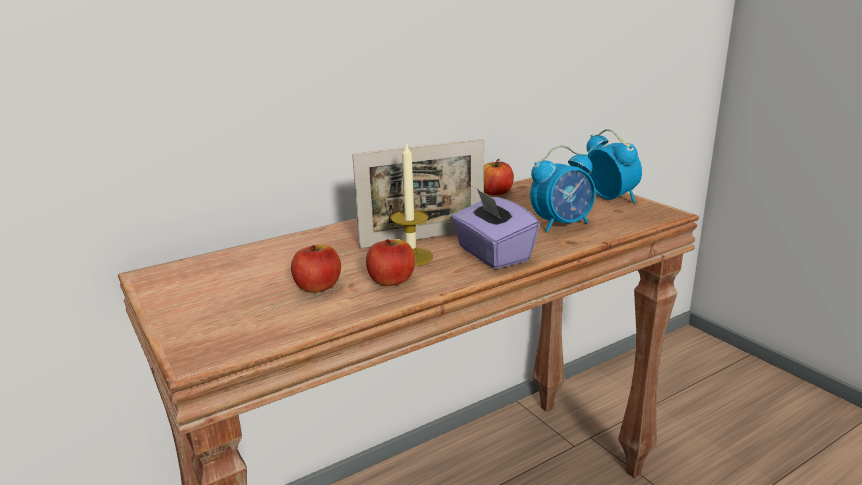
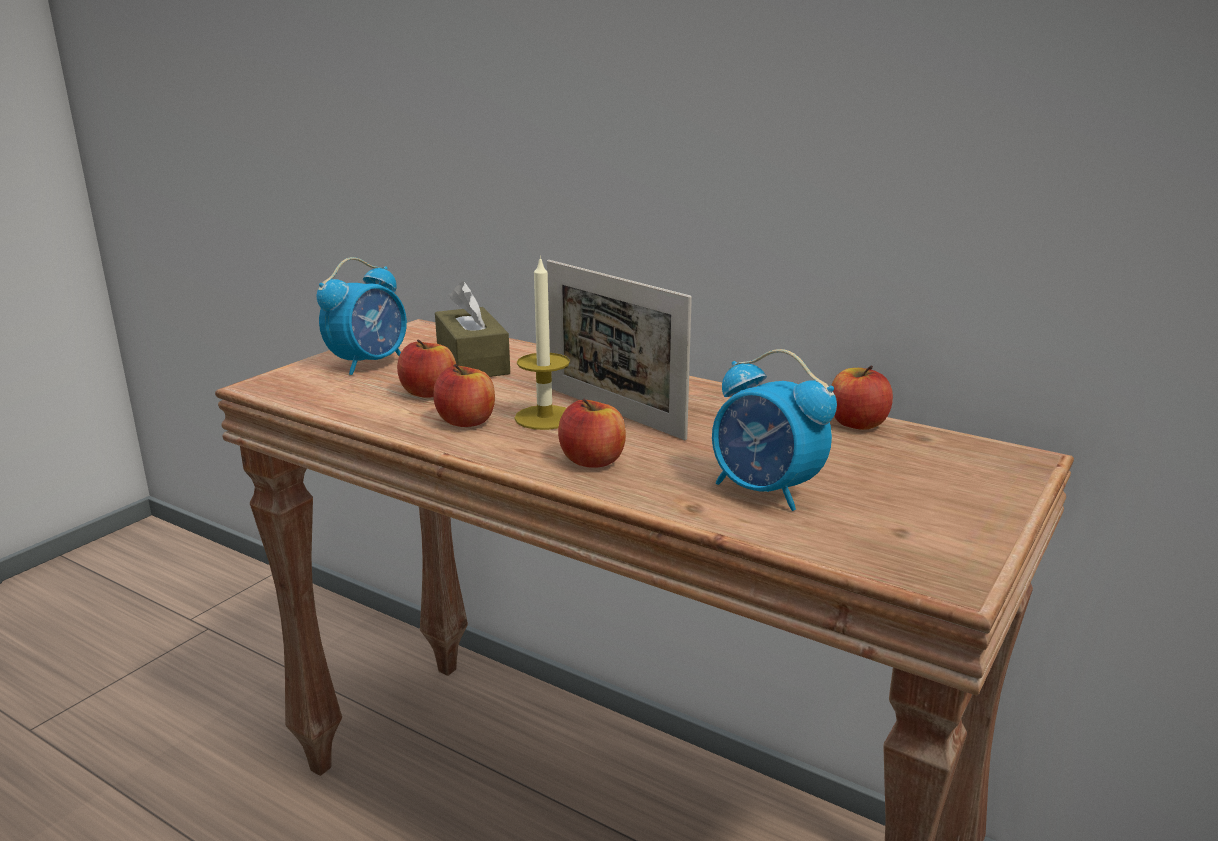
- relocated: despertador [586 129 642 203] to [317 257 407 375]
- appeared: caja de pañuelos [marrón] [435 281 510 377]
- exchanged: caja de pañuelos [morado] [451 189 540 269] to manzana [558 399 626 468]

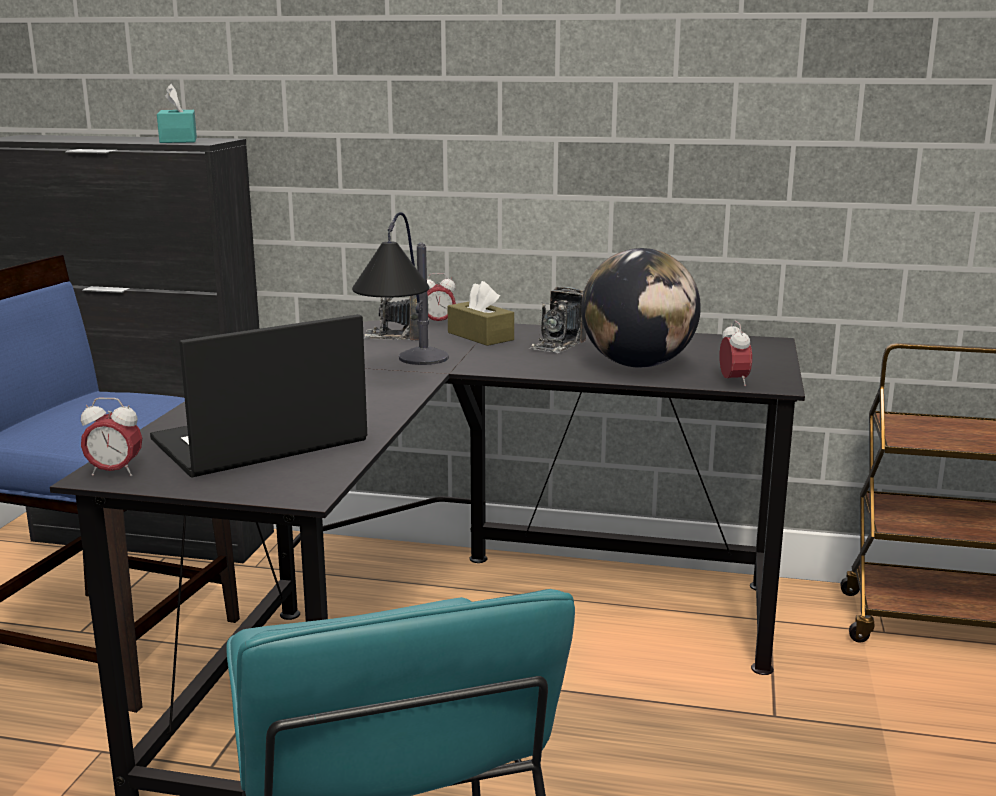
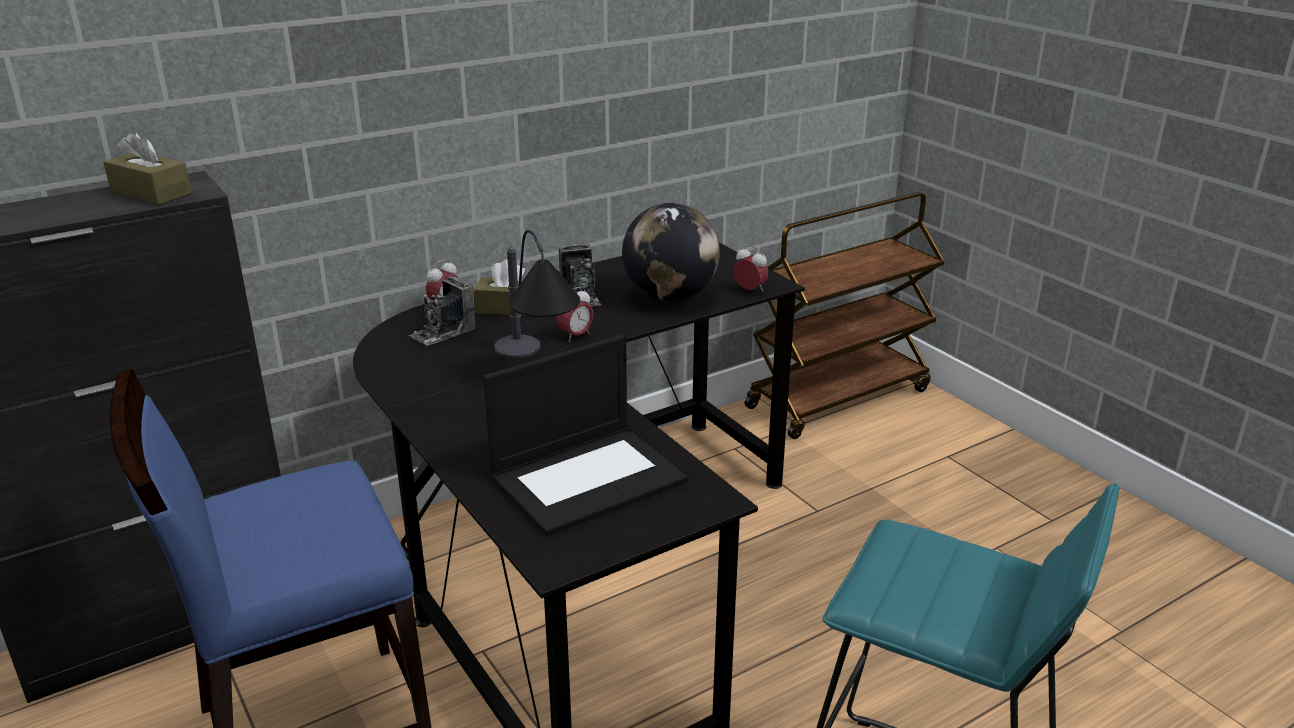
- colour: caja de pañuelos [turquesa] [157 84 197 143] to caja de pañuelos [marrón] [103 131 192 205]
- spun: portátil [150 314 367 477] = [483 335 688 536] 135 degrees counterclockwise
- relocated: despertador [81 398 142 476] to [556 287 594 342]

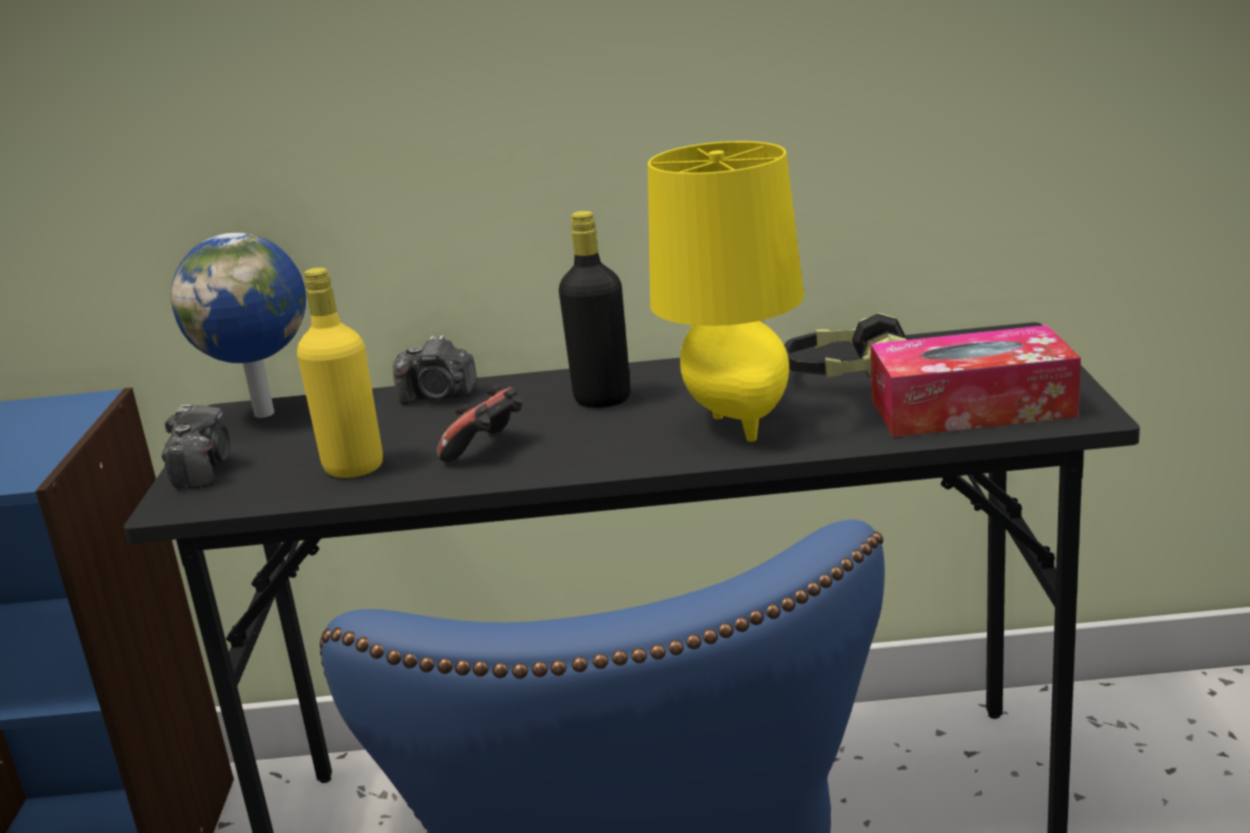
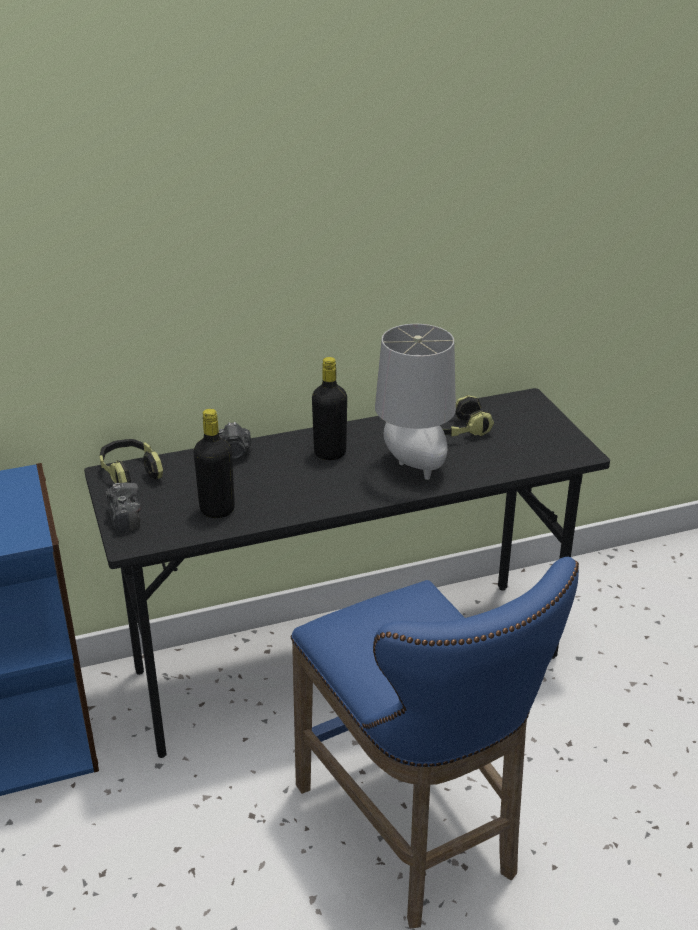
- exchanged: globo terráqueo [171 233 306 418] to auriculares [99 439 163 483]
- colour: botella [amarillo] [297 268 383 478] to botella [negro] [193 409 235 518]
- colour: lámpara de mesa [amarillo] [648 141 804 442] to lámpara de mesa [gris] [375 324 456 480]
- missing: mando de consola [437 384 523 462]
- missing: caja de pañuelos [870 325 1081 437]

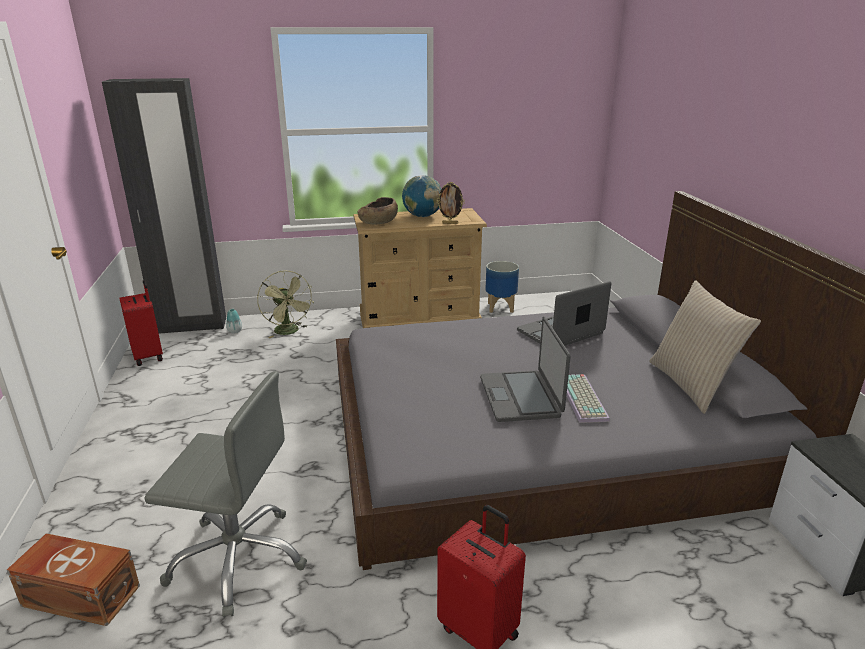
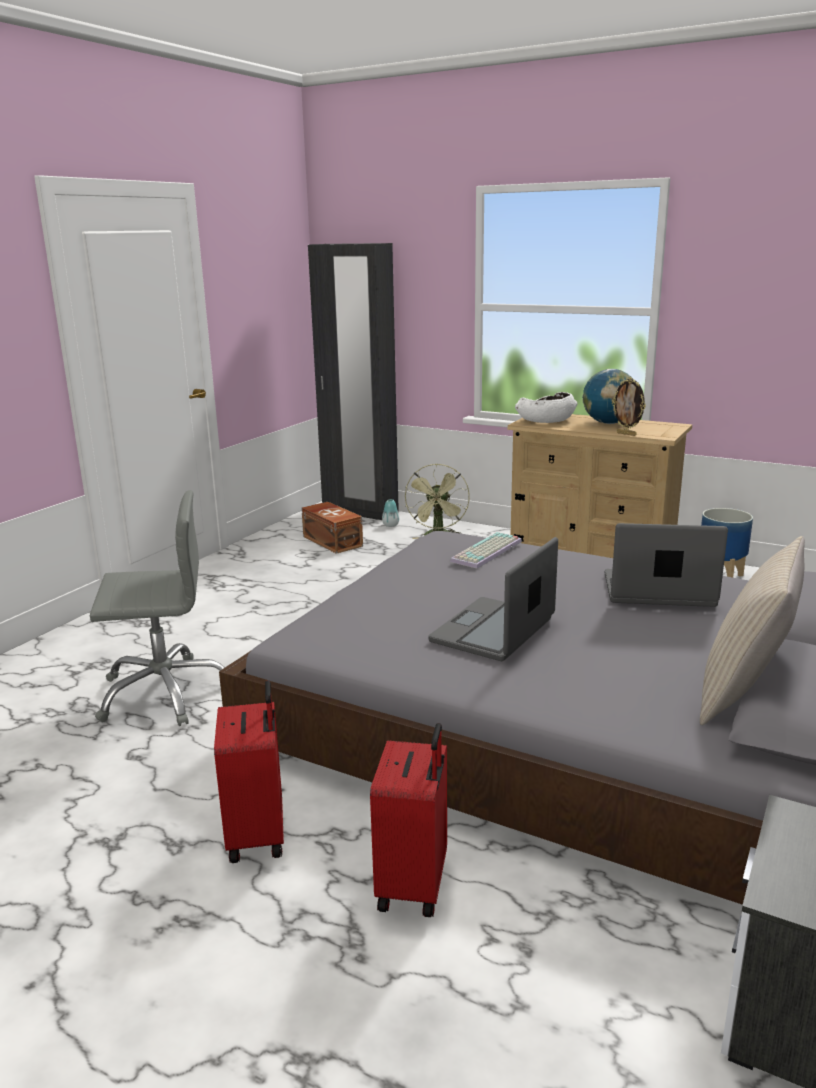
- spun: silla de oficina [gris] [144 371 307 617] = [90 490 225 726] 60 degrees counterclockwise
- relocated: caja de almacenaje [marrón] [7 533 140 626] to [302 502 363 554]
- relocated: maleta [rojo] [119 280 163 366] to [370 723 447 917]
- relocated: teclado [566 374 610 423] to [450 532 522 569]
- colour: cuenco [marrón] [358 197 398 224] to cuenco [blanco] [515 392 578 423]

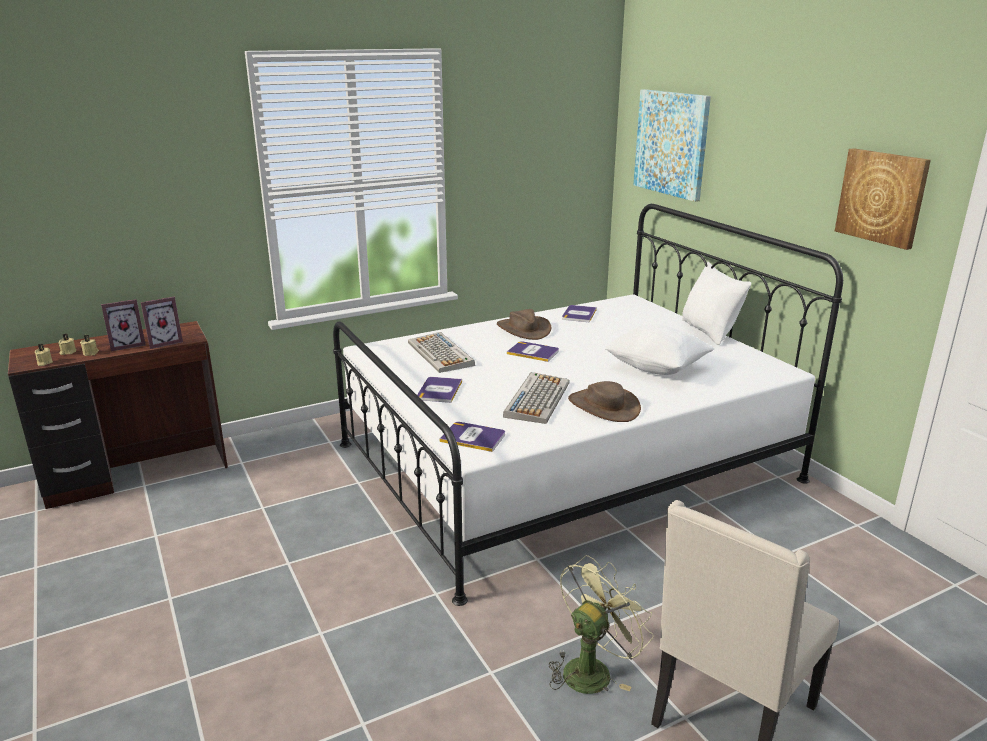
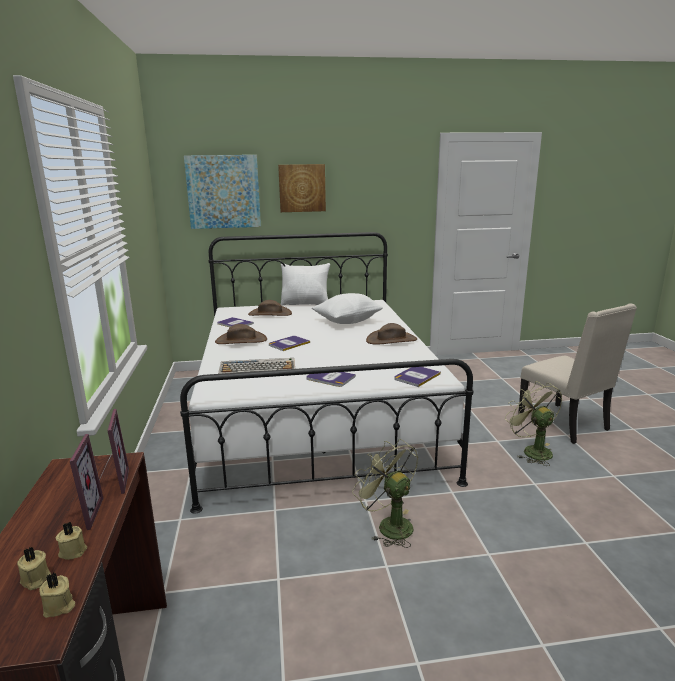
- appeared: sombrero [marrón] [248 300 292 316]
- relocated: cuadro [835 148 931 250] to [278 164 326 212]
- appeared: ventilador [verde] [352 439 418 548]
- missing: teclado [503 372 570 424]

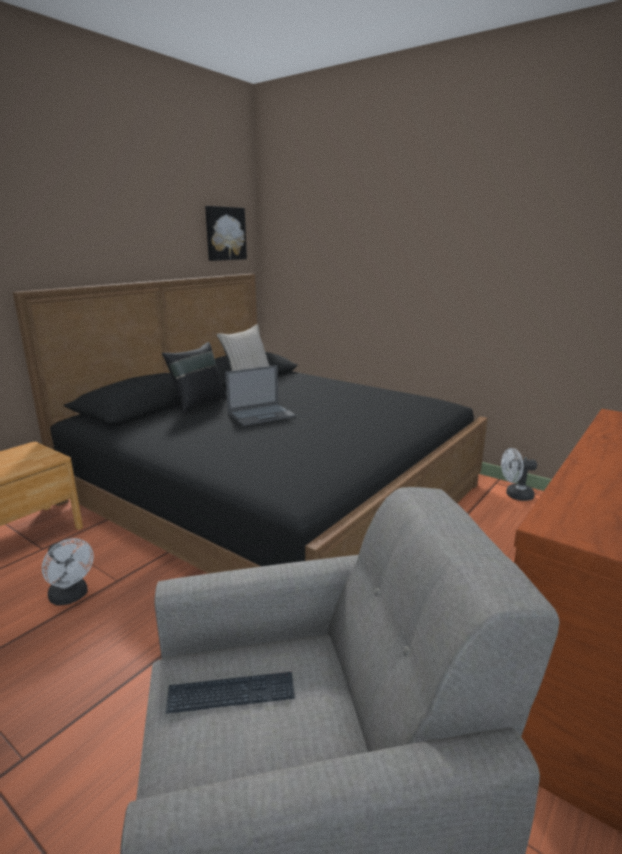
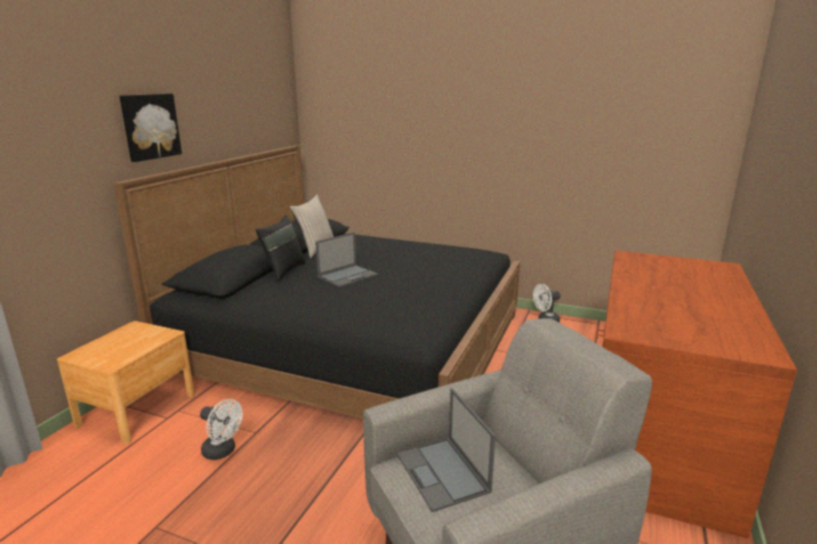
- relocated: cuadro [205 206 247 261] to [120 94 182 162]
- exchanged: teclado [166 672 295 714] to portátil [397 388 496 512]

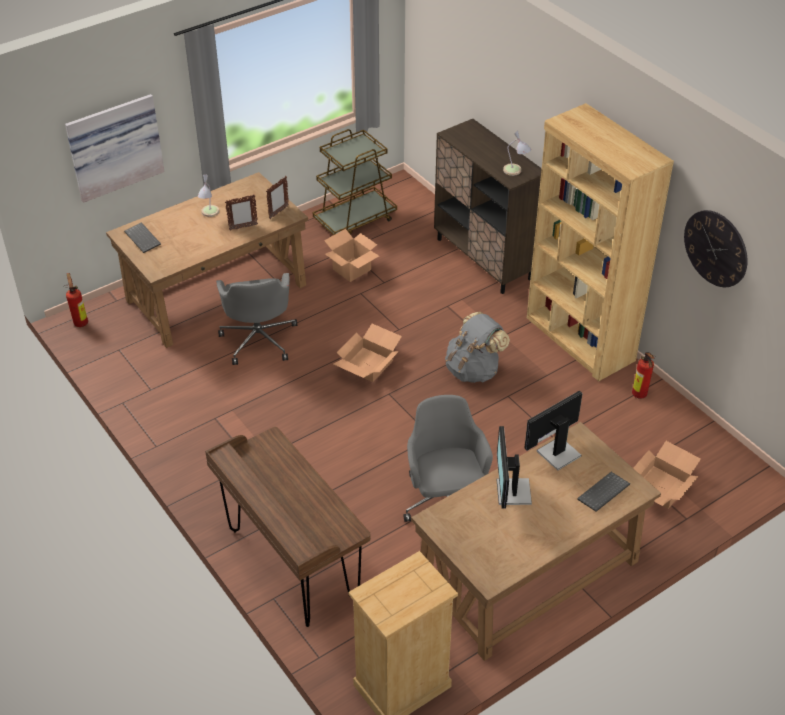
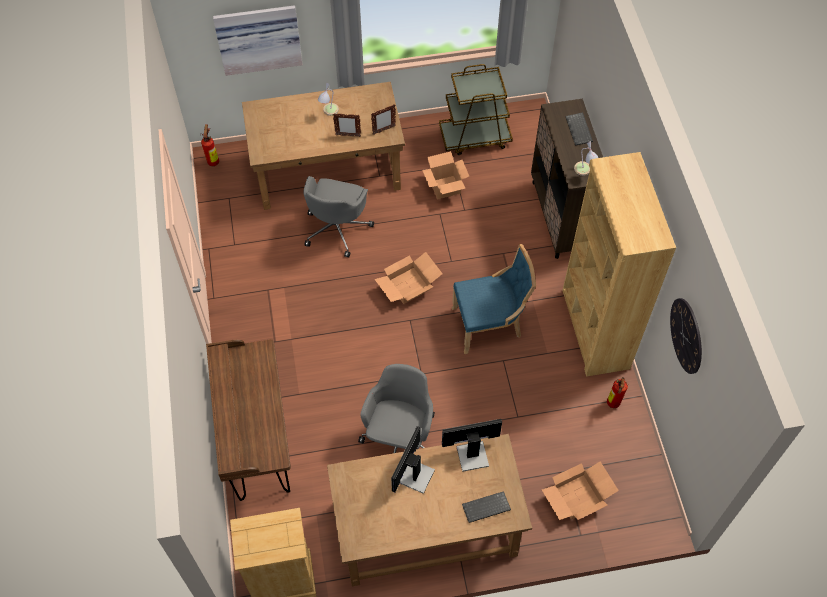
- exchanged: mochila [gris] [445 312 510 383] to silla [azul] [452 244 536 354]
- relocated: teclado [124 222 161 253] to [566 112 593 146]

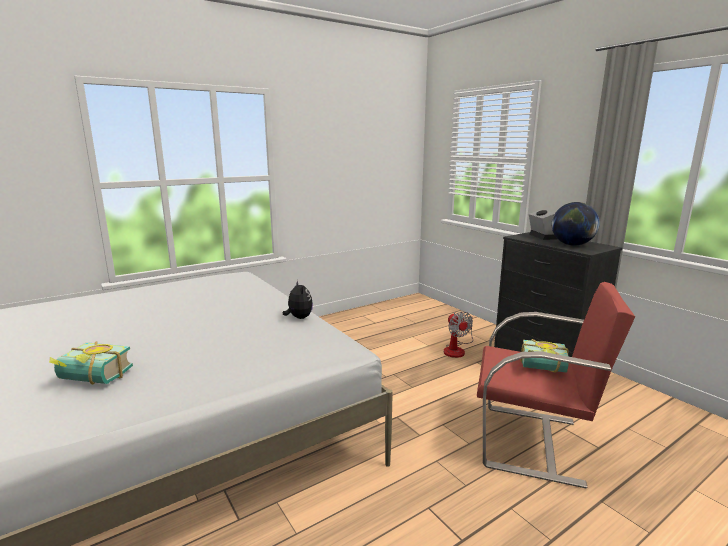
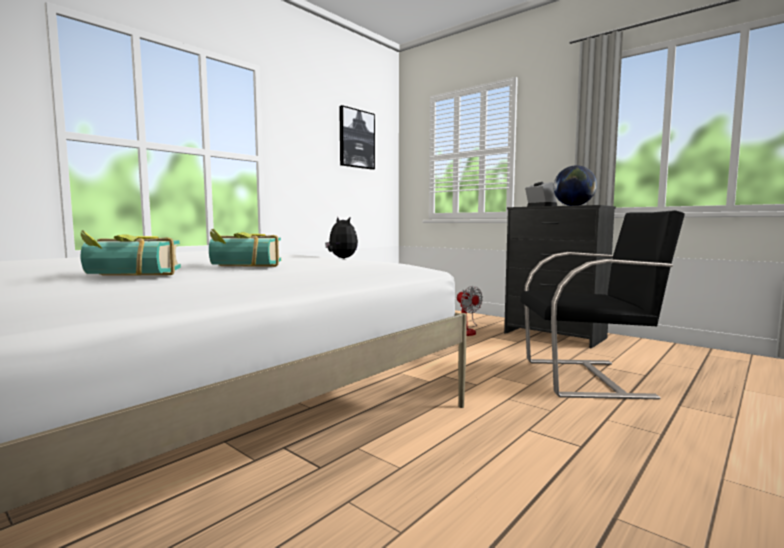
- relocated: libro [520 339 569 373] to [209 229 281 267]
- appeared: cuadro [339 105 375 170]
- colour: sillón [rojo] [477 282 635 488] to sillón [negro] [520 210 685 399]

